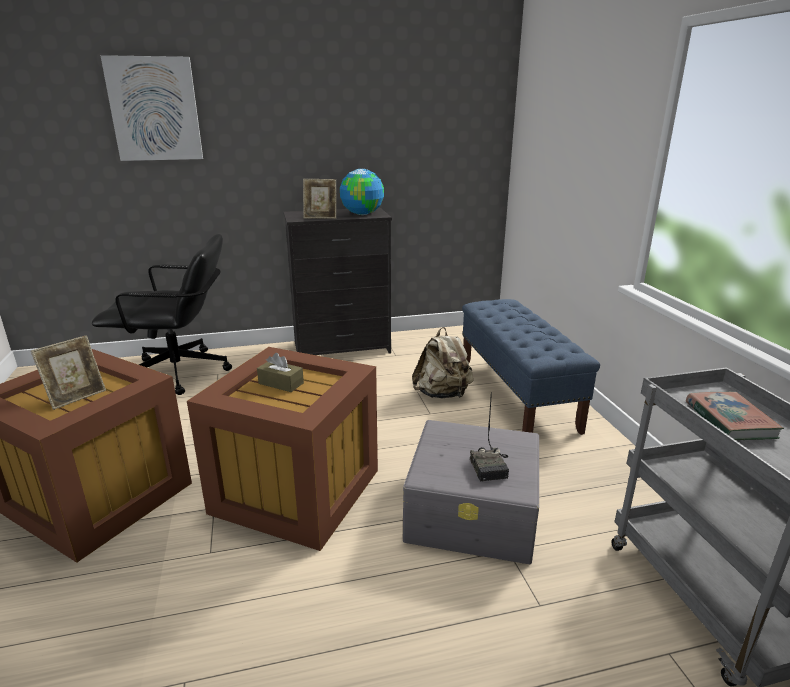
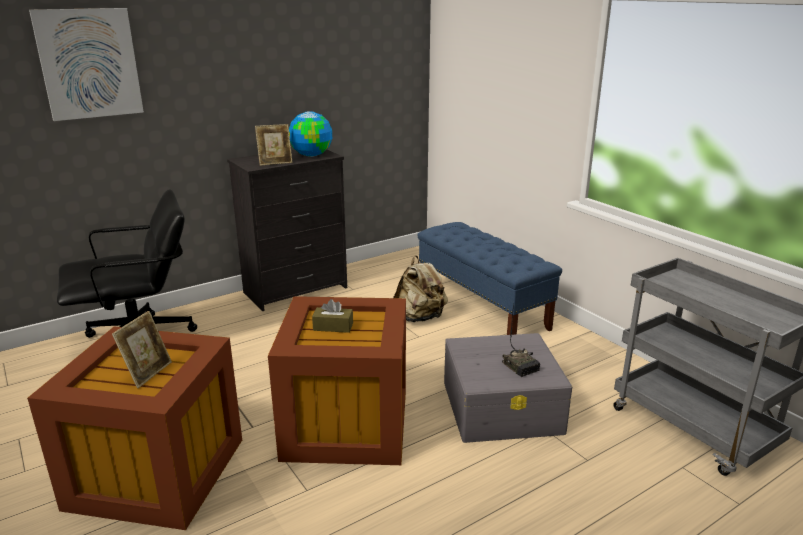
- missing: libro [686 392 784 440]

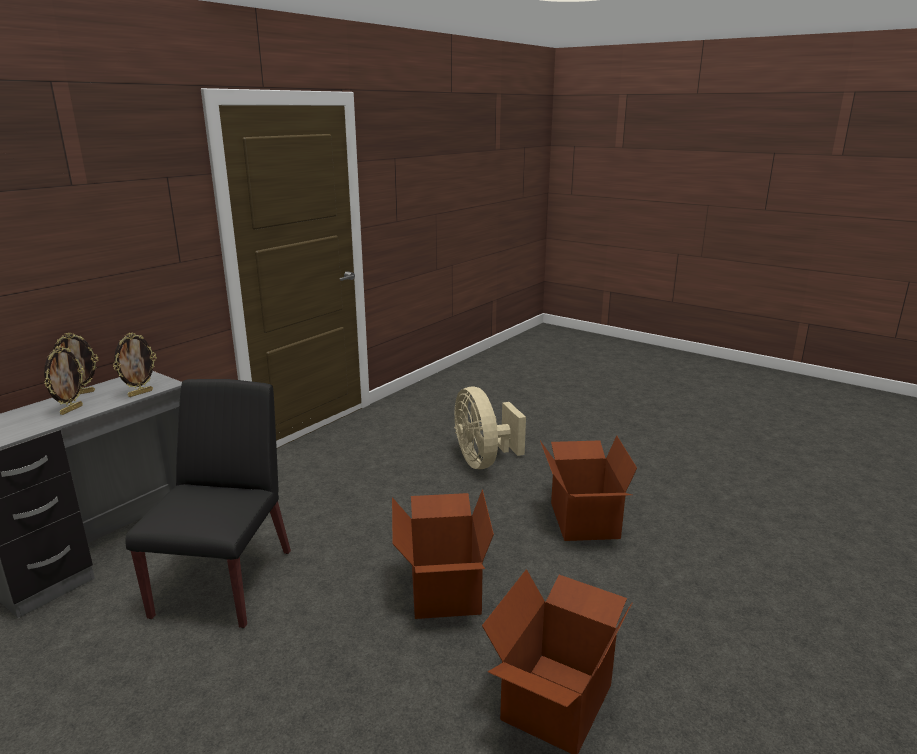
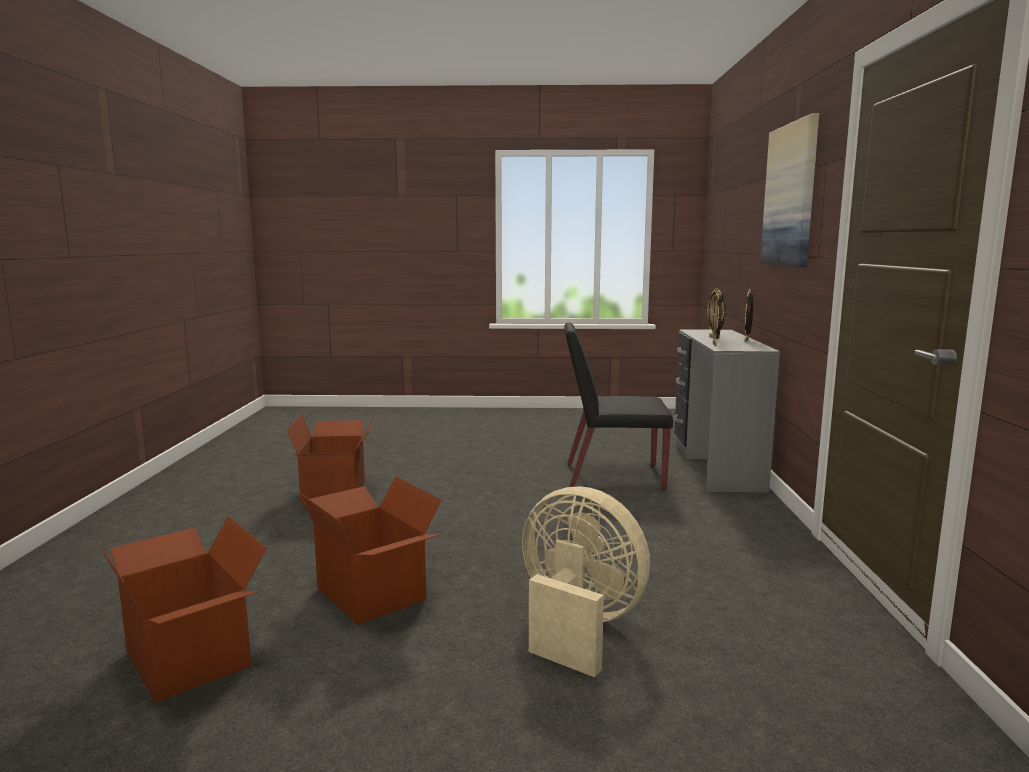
- relocated: caja de cartón [392 489 494 619] to [98 516 267 703]
- spun: silla [negro] [125 379 291 628] = [564 322 673 490] 120 degrees clockwise
- appeared: cuadro [760 113 819 267]

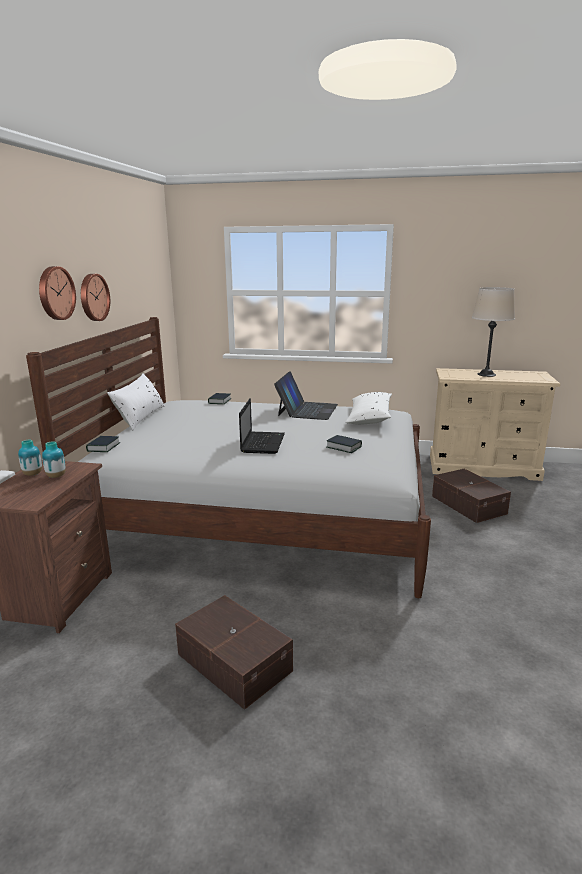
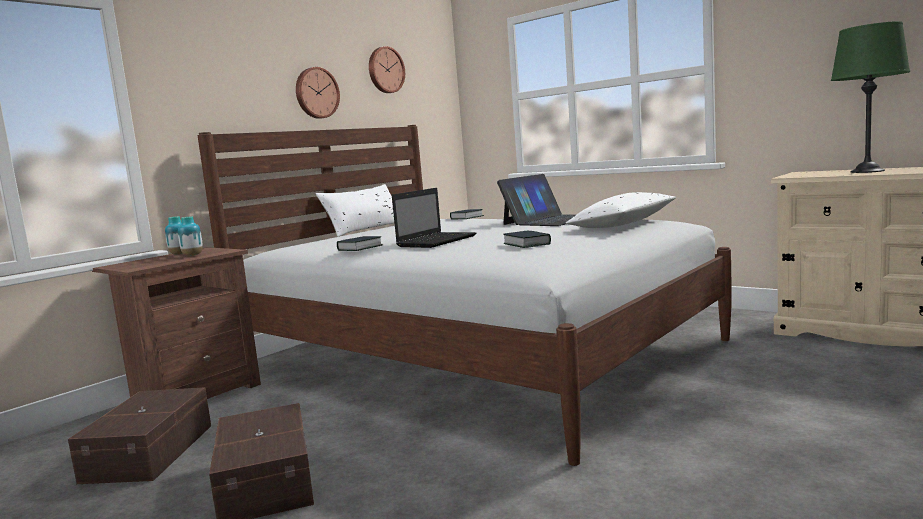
- relocated: caja de almacenaje [marrón] [432 469 511 523] to [68 387 211 484]
- relocated: libro [86 436 121 452] to [337 236 383 251]
- relocated: reloj de pared [39 266 76 320] to [369 46 405 93]
- colour: lámpara de mesa [beis] [472 287 515 377] to lámpara de mesa [verde] [831 21 910 173]

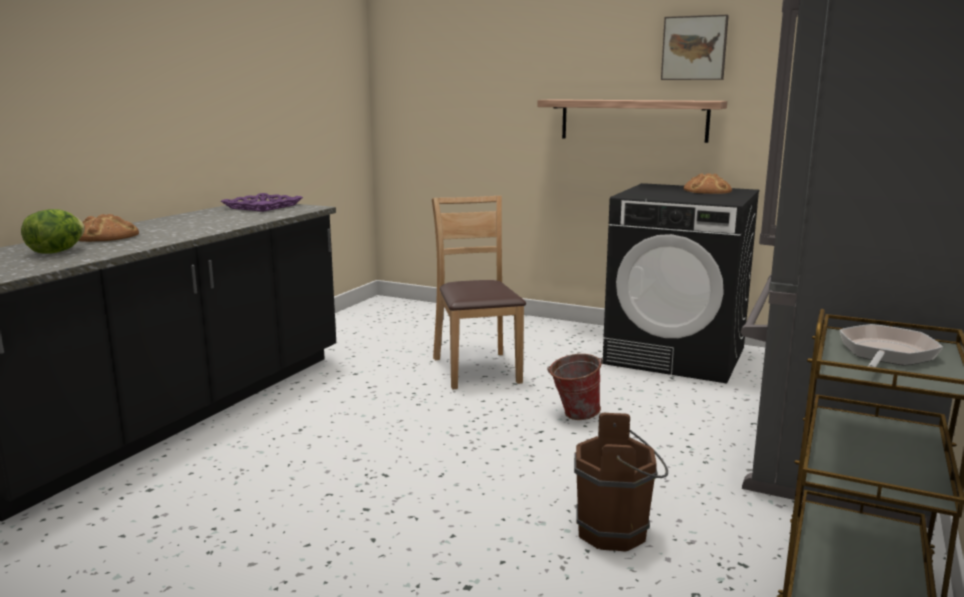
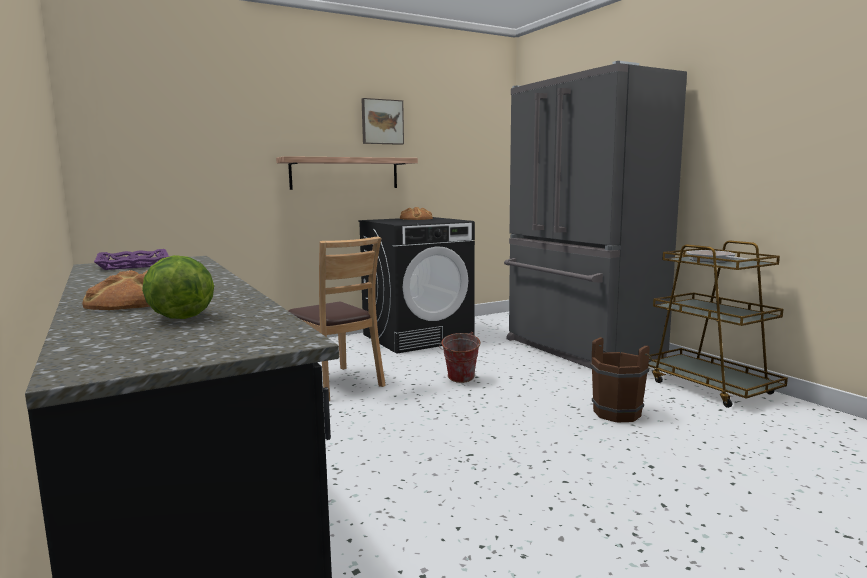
- spun: silla [marrón] [432 196 526 390] = [288 236 386 401] 150 degrees counterclockwise

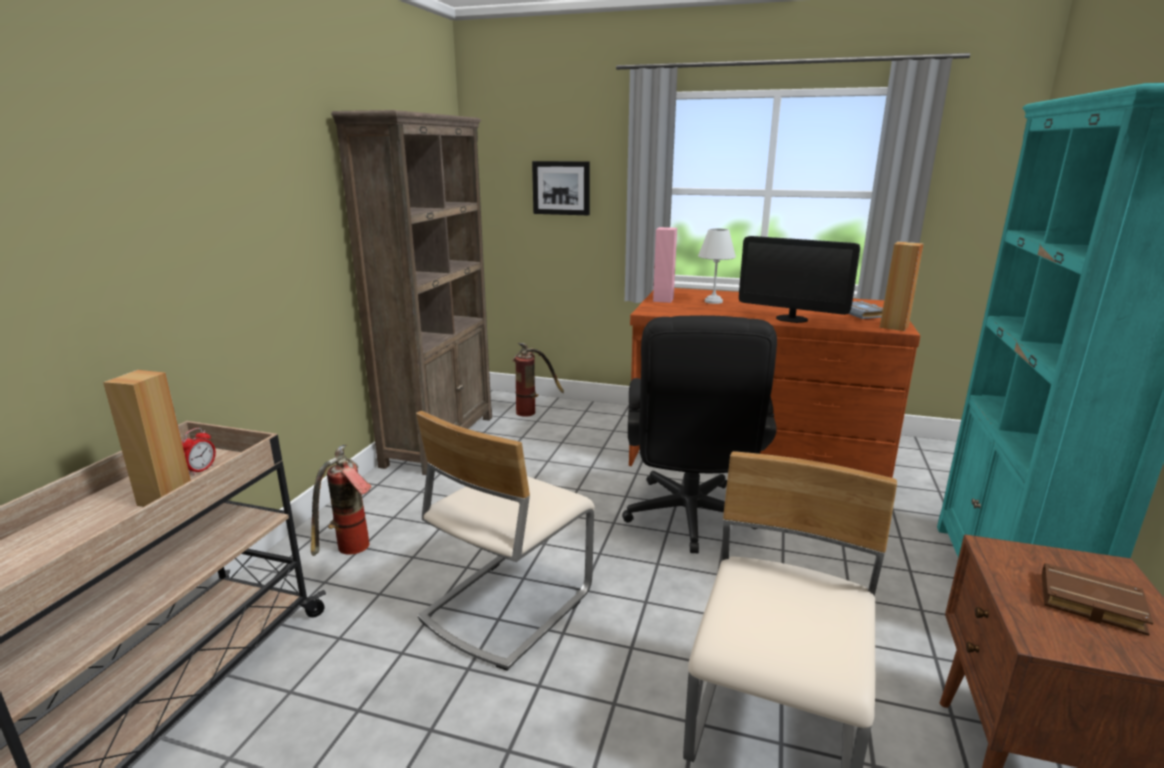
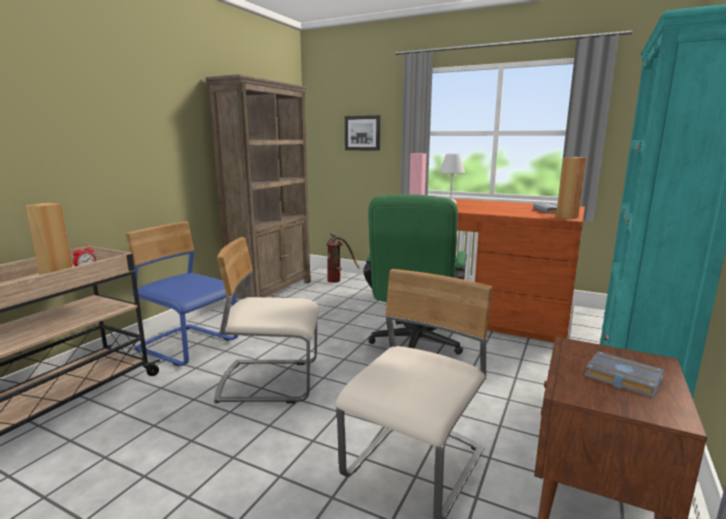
- exchanged: extintor [311 445 372 556] to silla [azul] [125 221 238 366]
- spun: silla [beis] [416 411 595 671] = [214 237 320 403] 45 degrees clockwise
- colour: silla de oficina [negro] [622 315 777 554] to silla de oficina [verde] [363 194 467 355]
- colour: libro [marrón] [1042 563 1153 636] to libro [gris] [584 351 664 398]
- missing: monitor [739 236 860 323]

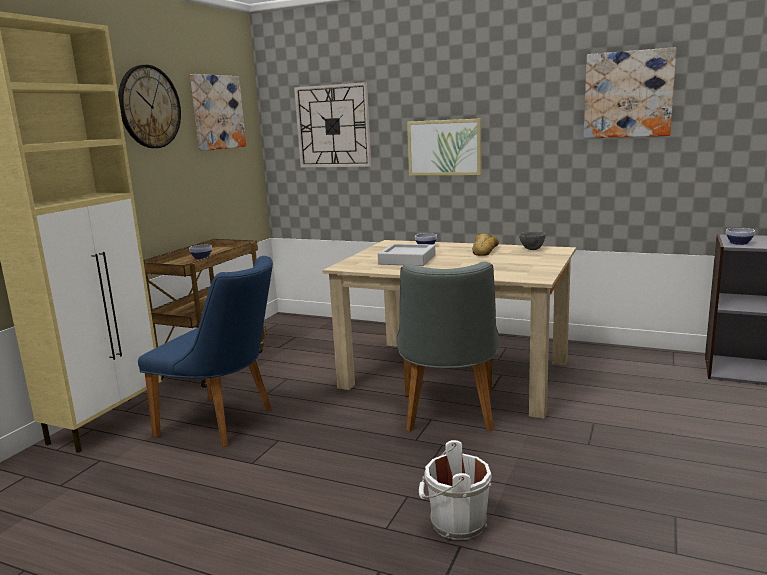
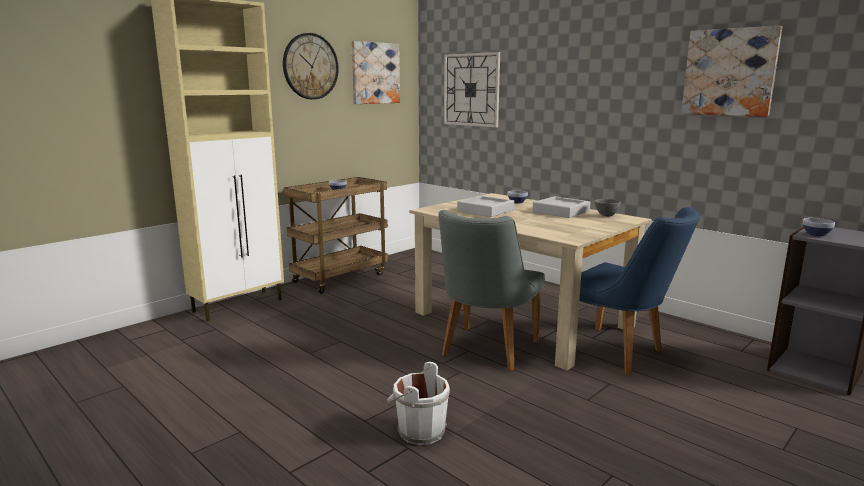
- exchanged: pan [472 234 499 256] to bandeja [gris] [532 196 591 218]
- relocated: silla [azul] [138 256 273 447] to [559 207 700 375]
- missing: cuadro [407 118 481 176]

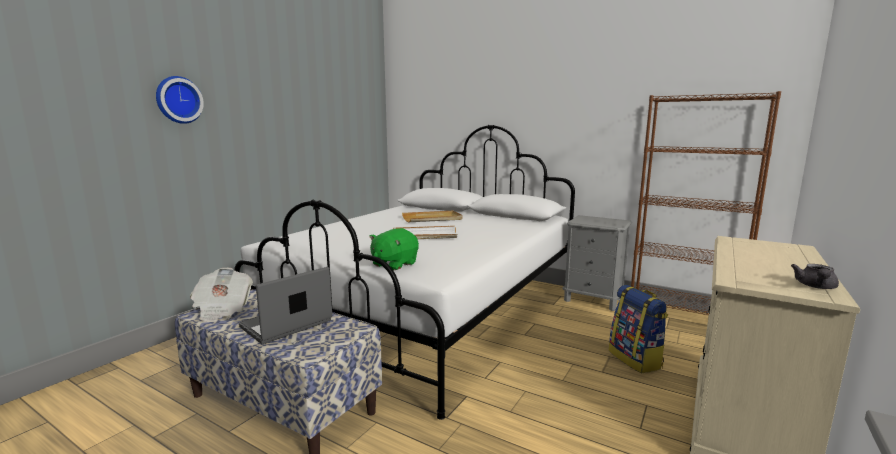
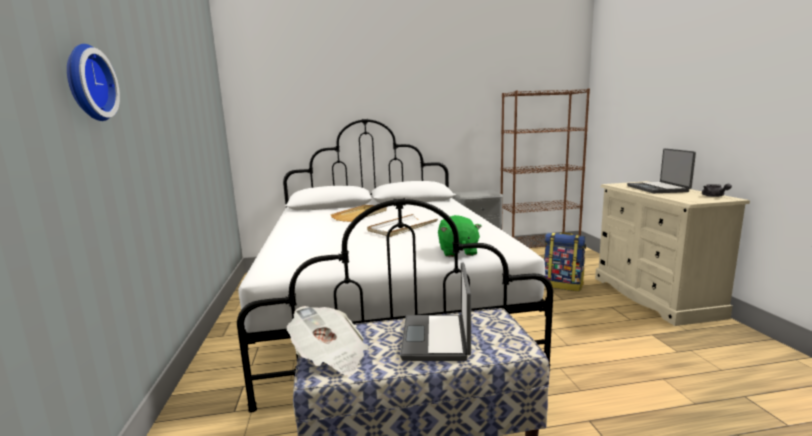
- appeared: portátil [627 148 696 193]

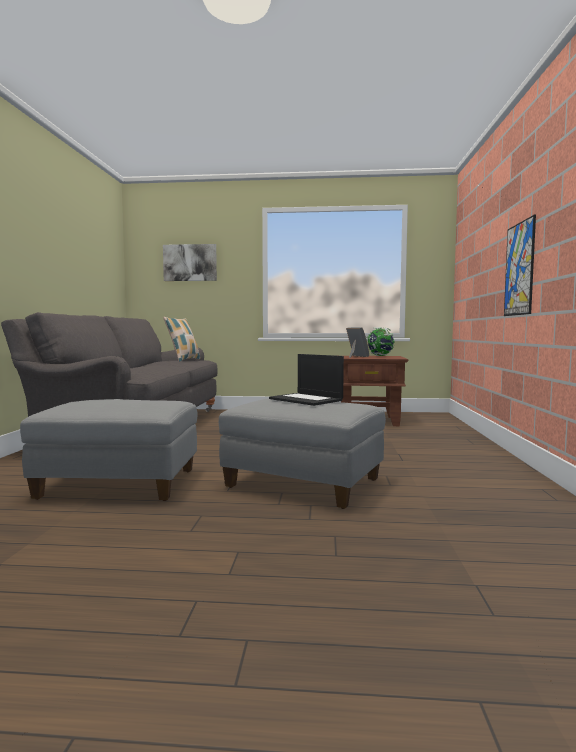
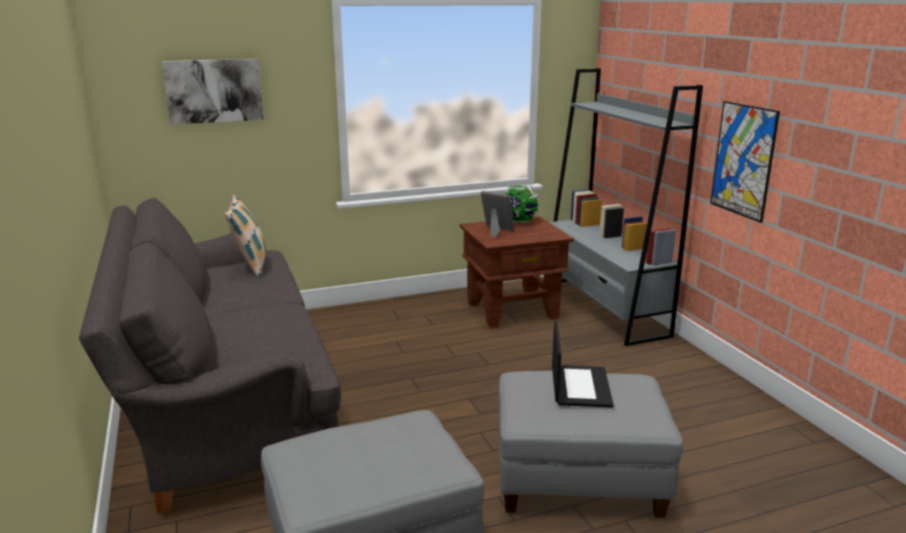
- appeared: estantería [gris] [549 68 703 346]
- spun: portátil [269 354 344 406] = [552 321 614 408] 105 degrees counterclockwise

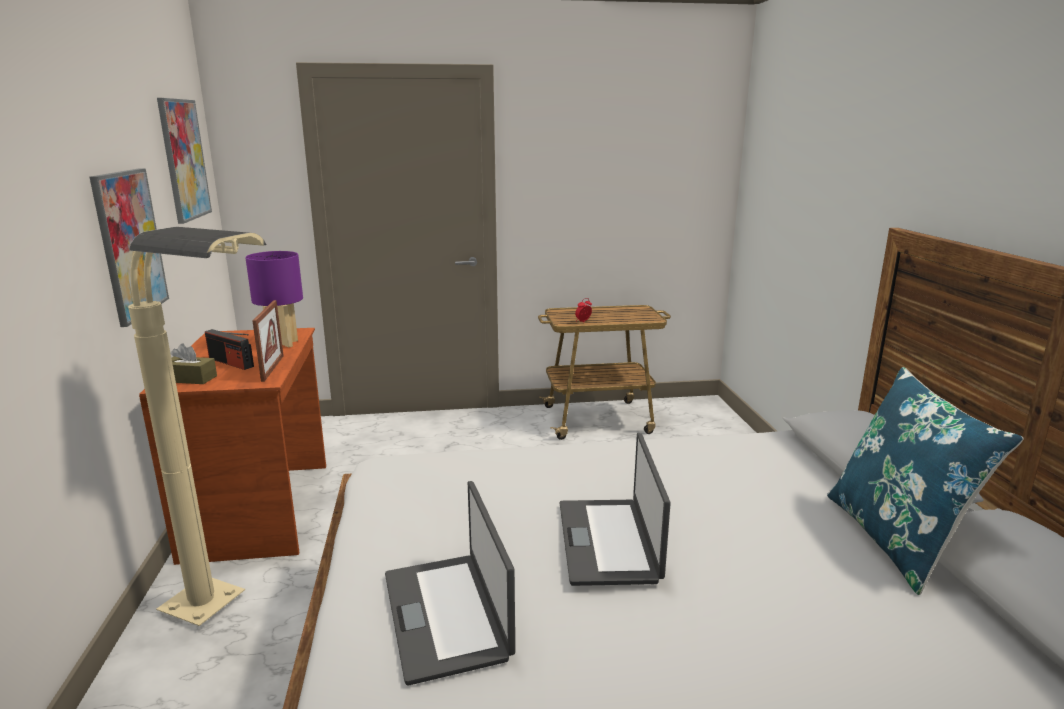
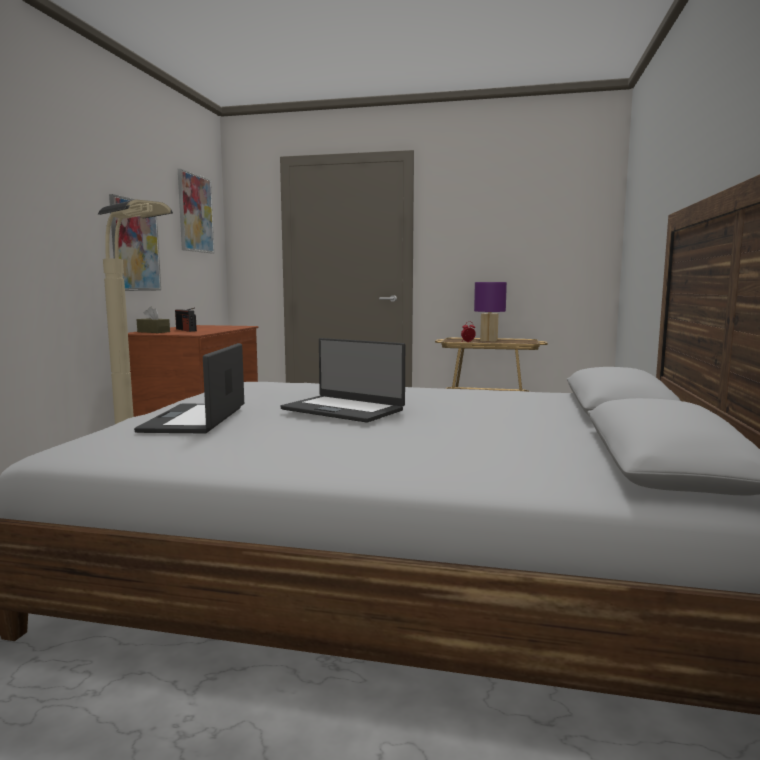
- spun: portátil [559 433 671 586] = [281 338 405 423] 75 degrees counterclockwise
- relocated: lámpara de mesa [morado] [245 251 303 348] to [474 282 507 342]
- missing: portarretratos [253 300 284 382]
- missing: cojín [azul] [827 367 1023 595]

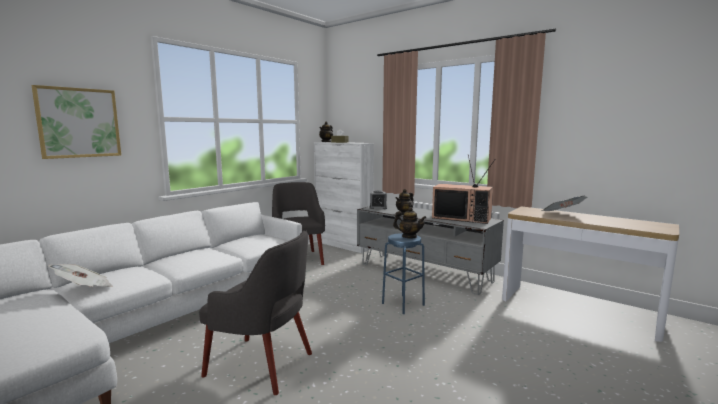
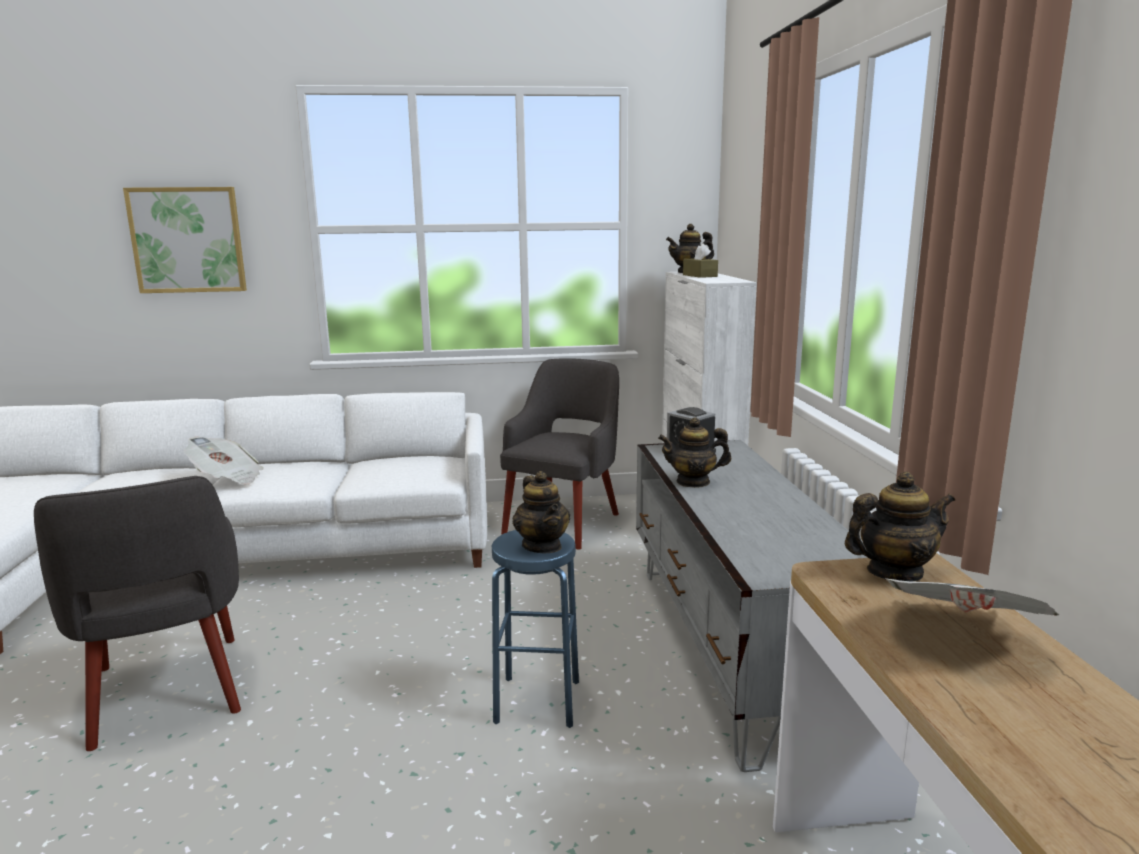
- relocated: periódico [49 264 113 287] to [184 437 264 485]
- appeared: tetera [845 472 955 582]
- missing: televisor [432 154 495 224]

